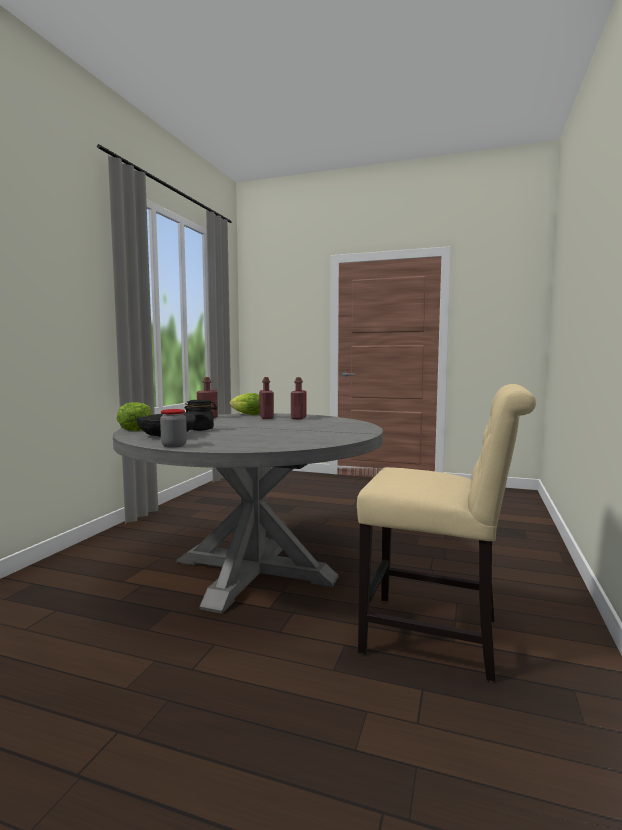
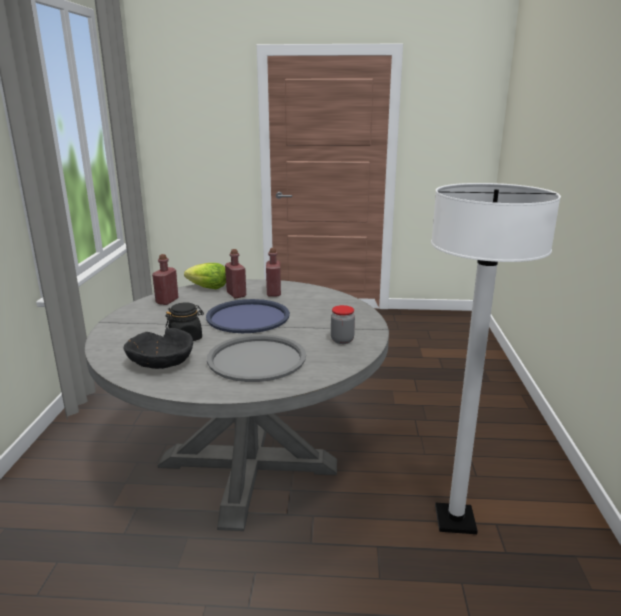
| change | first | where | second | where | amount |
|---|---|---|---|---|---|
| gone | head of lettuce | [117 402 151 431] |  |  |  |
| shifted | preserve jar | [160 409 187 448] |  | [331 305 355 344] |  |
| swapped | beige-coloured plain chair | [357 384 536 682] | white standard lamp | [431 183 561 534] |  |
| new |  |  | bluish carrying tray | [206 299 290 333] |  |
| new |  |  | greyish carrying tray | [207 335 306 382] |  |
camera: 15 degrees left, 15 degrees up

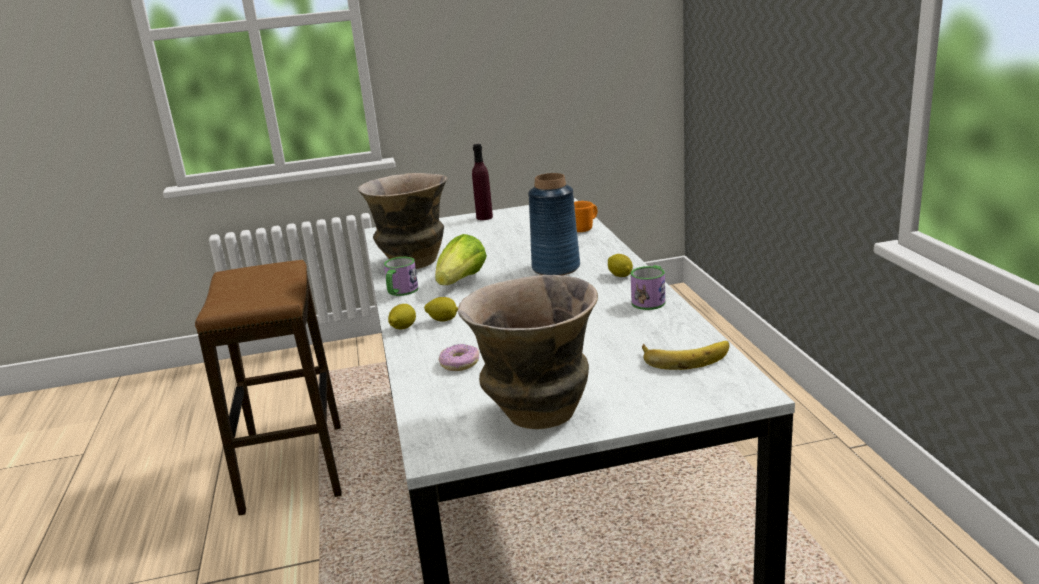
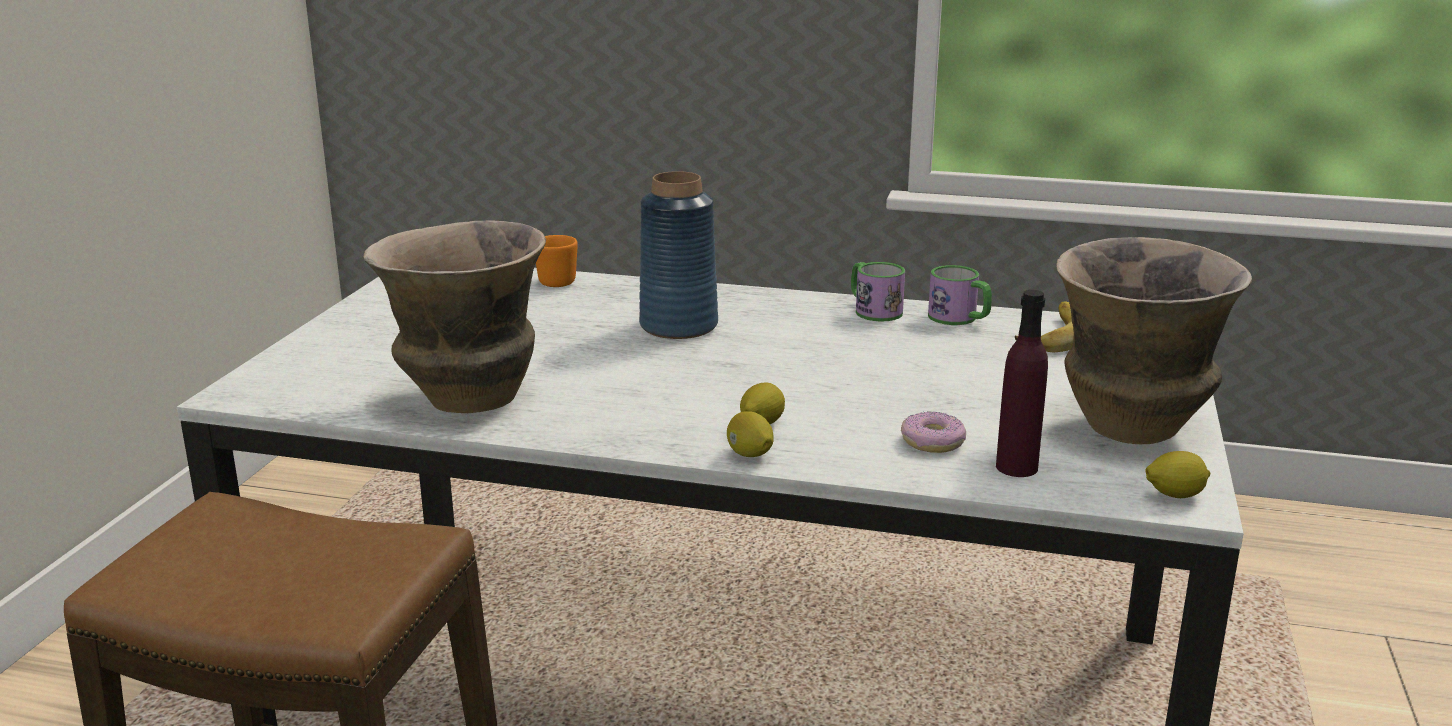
| change | first | where | second | where | amount |
|---|---|---|---|---|---|
| shifted | mug | [384 257 418 296] |  | [928 265 992 325] |  |
| gone | head of lettuce | [435 234 487 285] |  |  |  |
| shifted | purple bottle | [472 144 493 220] |  | [996 290 1048 477] |  |
| shifted | lemon | [608 254 633 277] |  | [1145 451 1210 498] |  |
camera: 65 degrees left, 0 degrees up

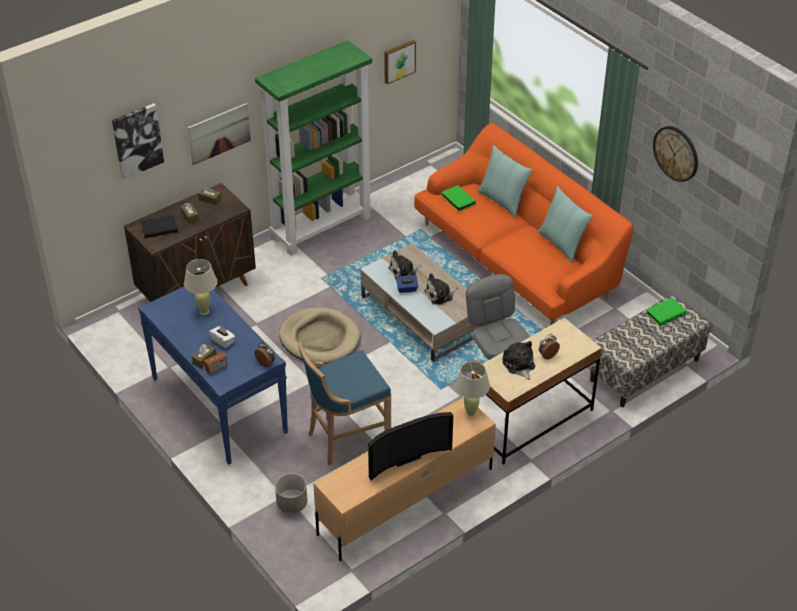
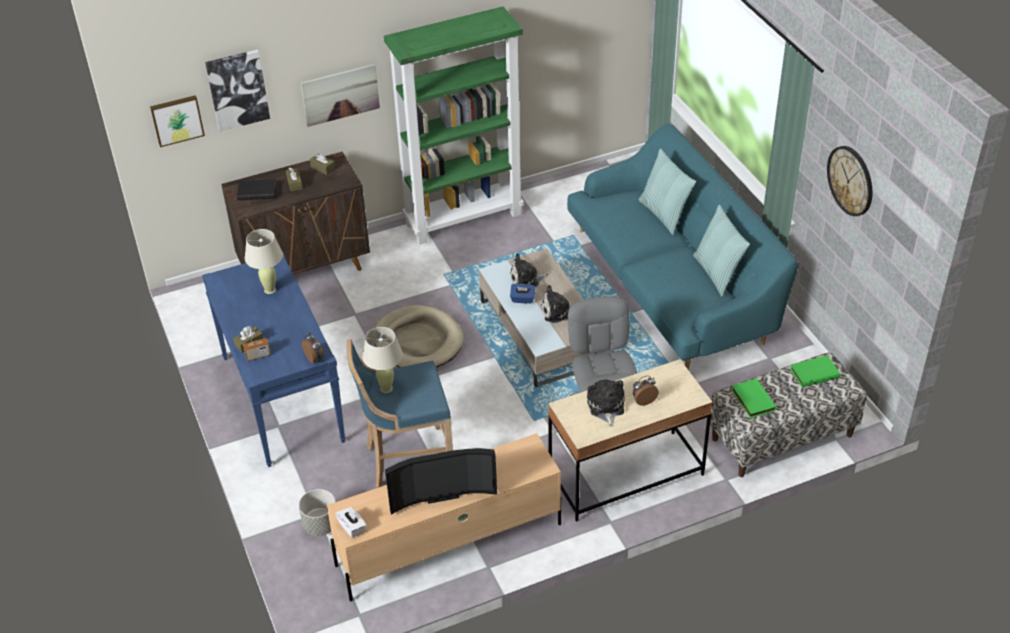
| change | first | where | second | where | amount |
|---|---|---|---|---|---|
| shifted | white tissue box | [209 325 235 348] |  | [336 507 366 538] |  |
| shifted | wall picture | [384 40 416 84] |  | [150 95 205 147] |  |
| repainted | orangey sofa | [414 123 634 326] | blue-green sofa | [567 124 798 370] |  |
| shifted | green bound book | [441 185 476 212] |  | [731 378 776 418] |  |
| shifted | beige-coloured lamp for a table | [455 361 490 418] |  | [362 327 403 394] |  |
camera: 15 degrees right, 0 degrees up

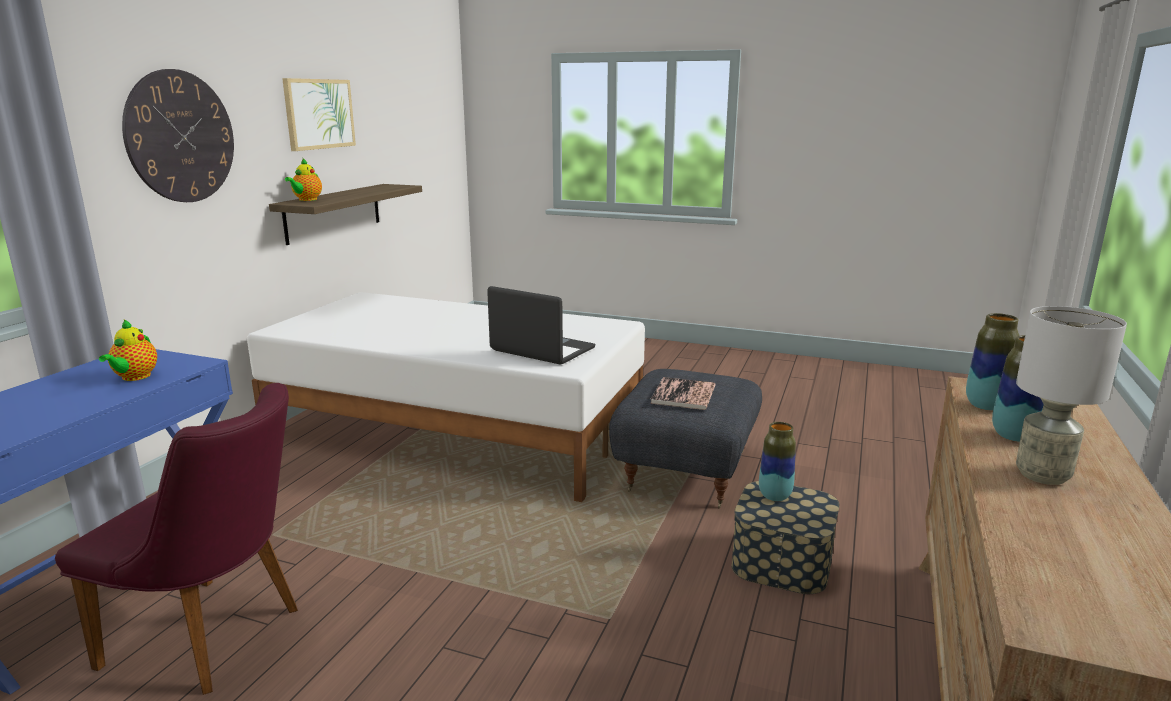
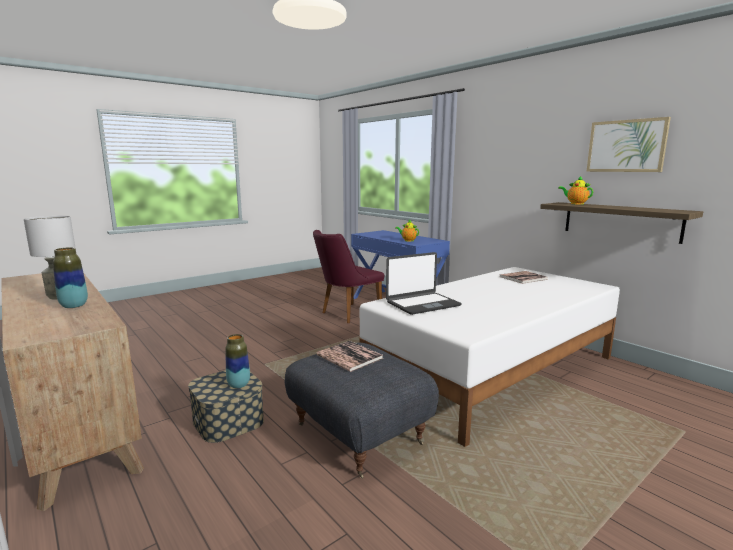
| change | first | where | second | where | amount |
|---|---|---|---|---|---|
| gone | hanging clock | [122 69 234 202] |  |  |  |
| gone | decorative vase | [966 313 1019 411] |  |  |  |
| new |  |  | bound book | [499 271 548 284] |  |
camera: 120 degrees right, 5 degrees down

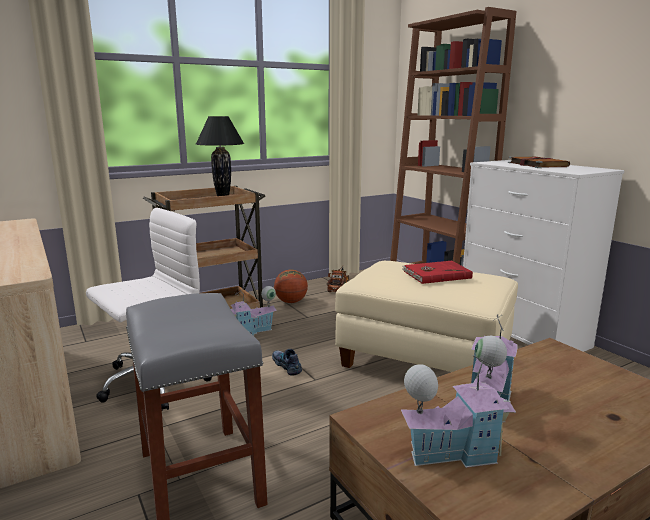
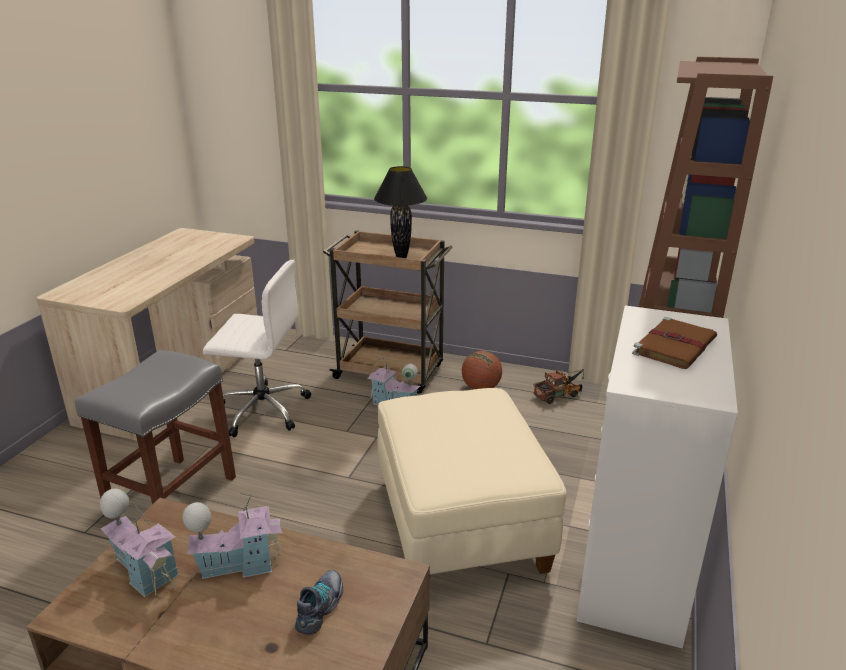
| change | first | where | second | where | amount |
|---|---|---|---|---|---|
| shifted | item of footwear | [272 349 302 376] |  | [295 570 343 635] |  |
| gone | reddish bound book | [402 261 473 284] |  |  |  |
camera: 50 degrees right, 10 degrees up

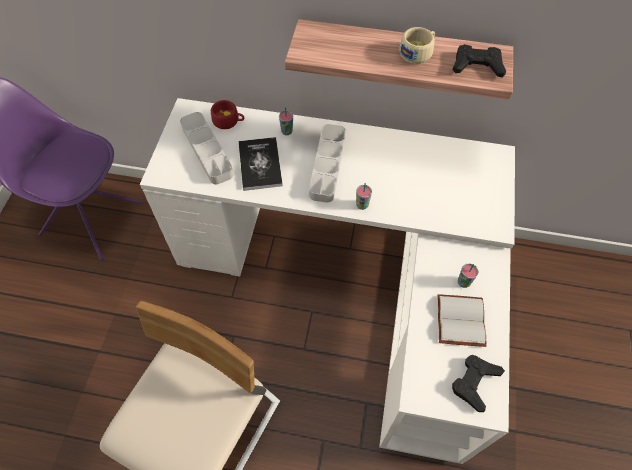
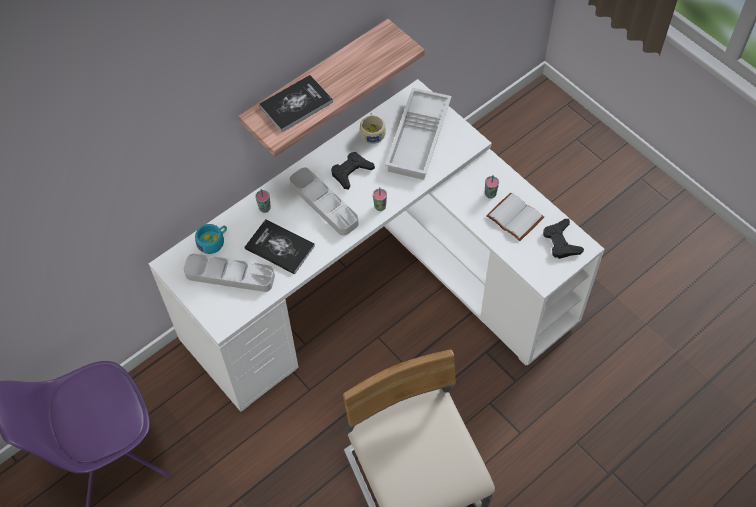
| change | first | where | second | where | amount |
|---|---|---|---|---|---|
| repainted | reddish drinking cup | [211 100 244 129] | blue-green drinking cup | [195 224 227 254] |  |
| shifted | beige-coloured drinking cup | [399 27 435 64] |  | [359 113 386 144] |  |
| shifted | black game controller | [453 44 506 78] |  | [331 152 375 189] |  |
| new |  |  | bound book | [259 75 333 132] |  |
| new |  |  | white carrying tray | [385 88 452 180] |  |
camera: 50 degrees left, 0 degrees up

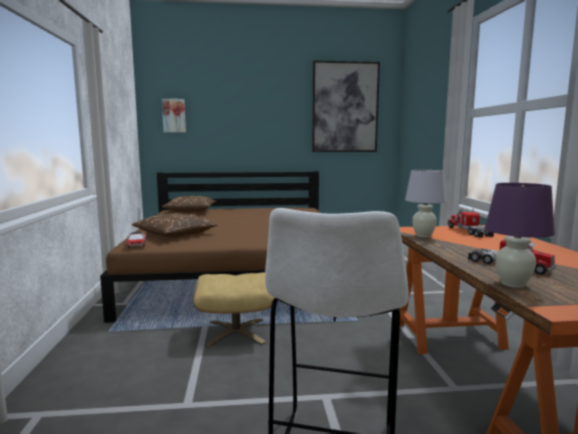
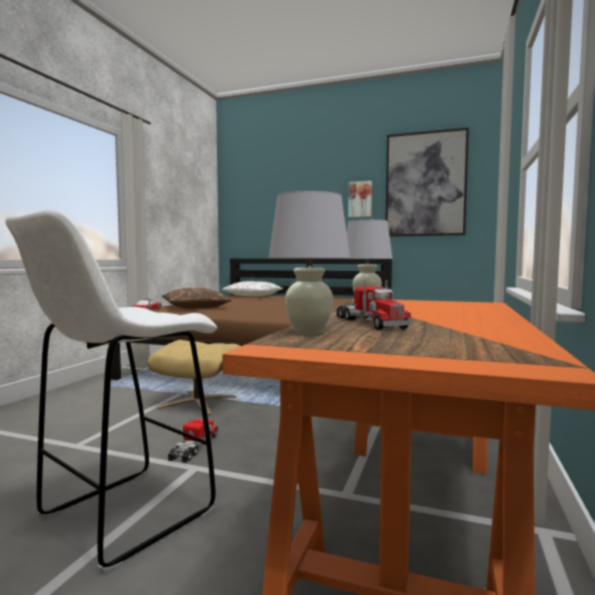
| change | first | where | second | where | amount |
|---|---|---|---|---|---|
| shifted | wall picture | [162 99 186 133] |  | [348 181 372 217] |  |
| repainted | brownish throw pillow | [162 196 216 212] | white throw pillow | [222 281 283 296] |  |
| shifted | toy lorry | [447 208 494 238] |  | [168 415 218 463] |  |
| repainted | purple lamp for a table | [485 183 555 288] | white lamp for a table | [269 191 350 335] |  |
camera: 25 degrees right, 5 degrees down

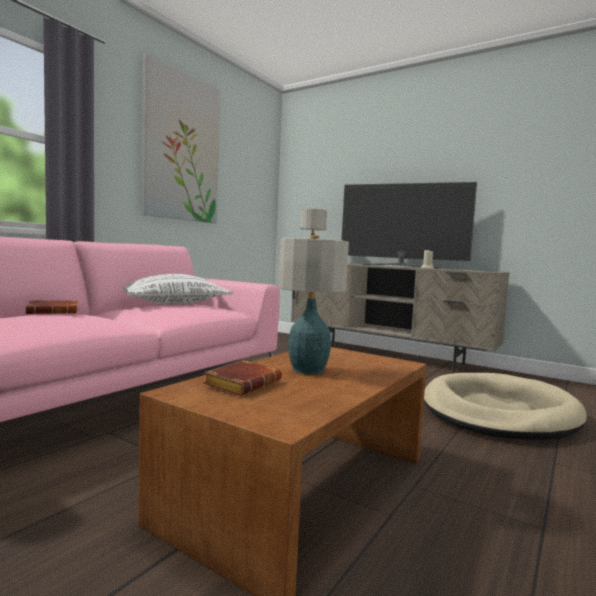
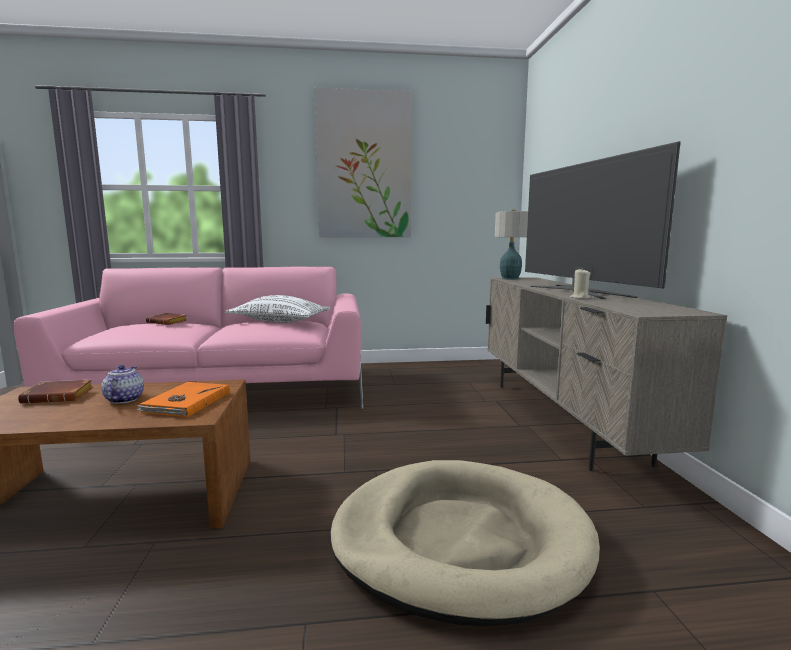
| change | first | where | second | where | amount |
|---|---|---|---|---|---|
| swapped | lamp for a table | [279 235 349 375] | tea pot | [101 365 144 404] |  |
| new |  |  | orangey bound book | [136 382 230 417] |  |
camera: 50 degrees right, 5 degrees up

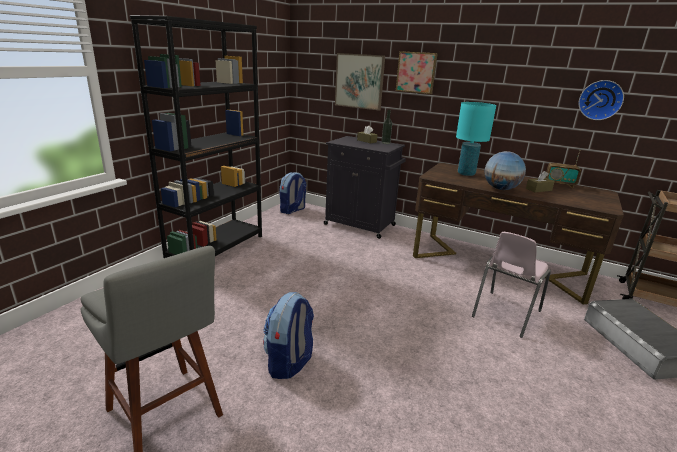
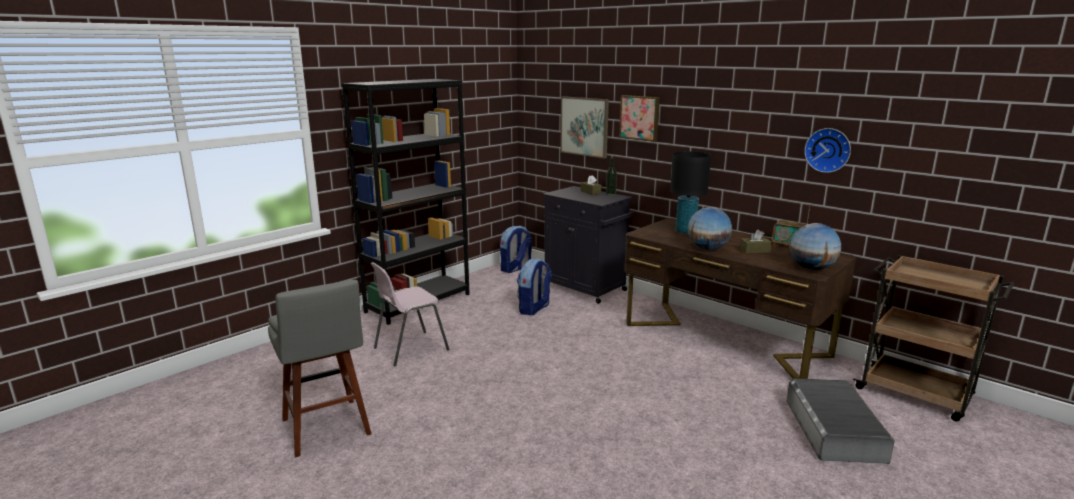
| change | first | where | second | where | amount |
|---|---|---|---|---|---|
| shifted | rucksack | [263 292 314 379] |  | [517 258 552 315] |  |
| repainted | blue-green lamp for a table | [456 102 496 176] | black lamp for a table | [670 151 711 234] |  |
| shifted | pinkish plain chair | [472 232 551 338] |  | [371 262 449 367] |  |
| new |  |  | world globe | [790 223 841 270] |  |
camera: 15 degrees right, 5 degrees down

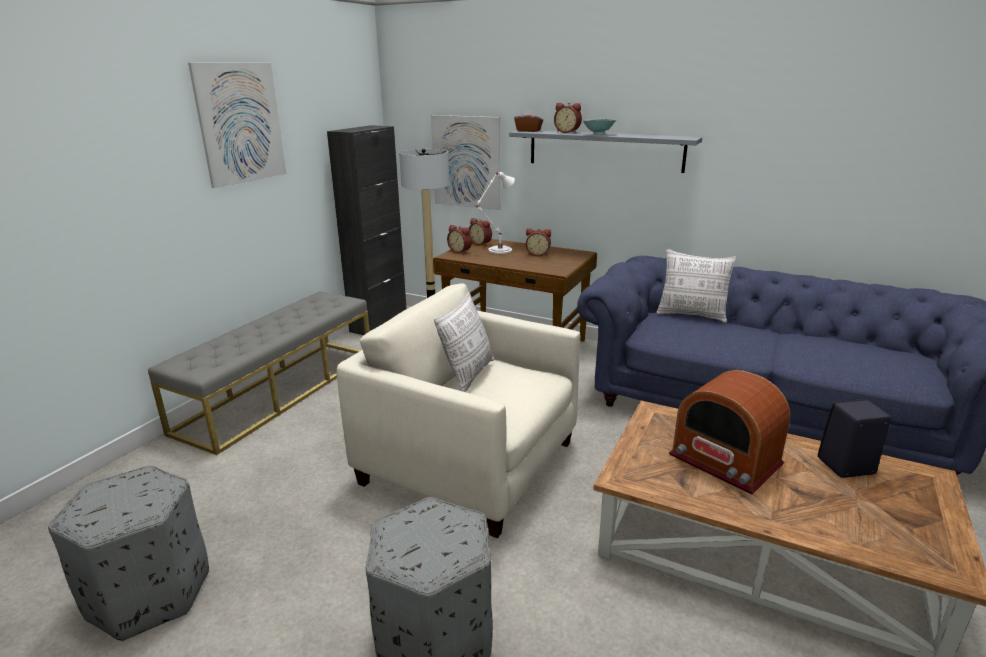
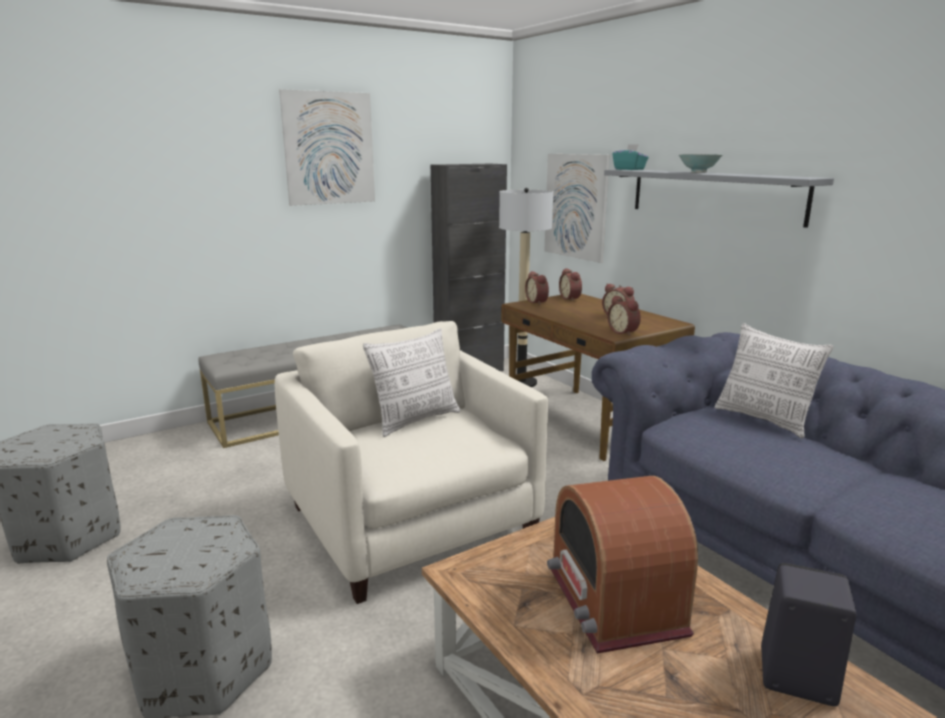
| change | first | where | second | where | amount |
|---|---|---|---|---|---|
| gone | white lamp for a table | [476 172 515 254] |  |  |  |
| repainted | brownish tissue box | [514 110 543 132] | blue-green tissue box | [613 144 649 170] |  |
| shifted | bedside clock | [554 103 582 133] |  | [607 296 641 336] |  |
camera: 30 degrees right, 5 degrees down

